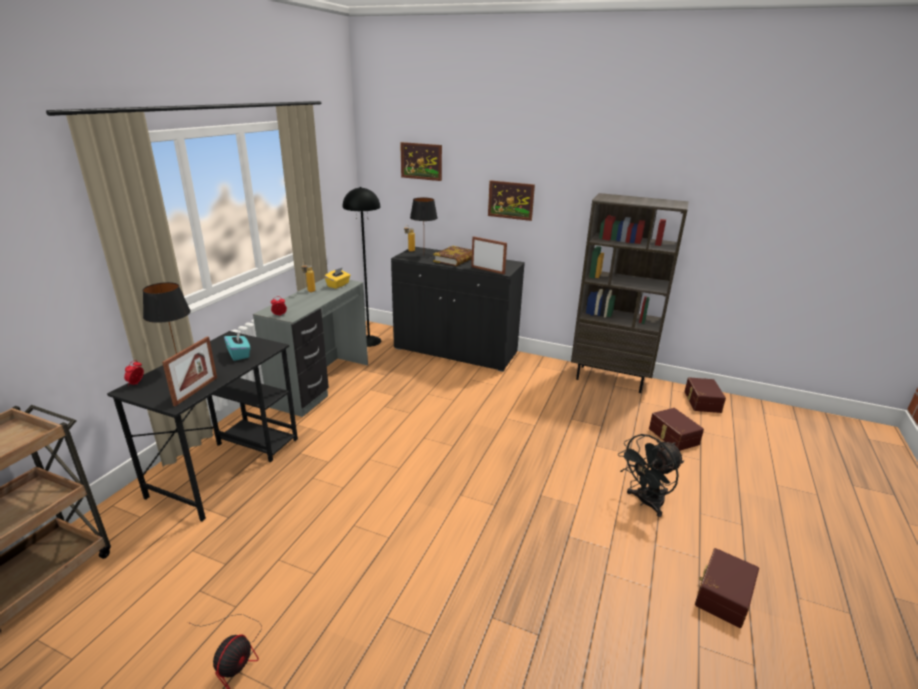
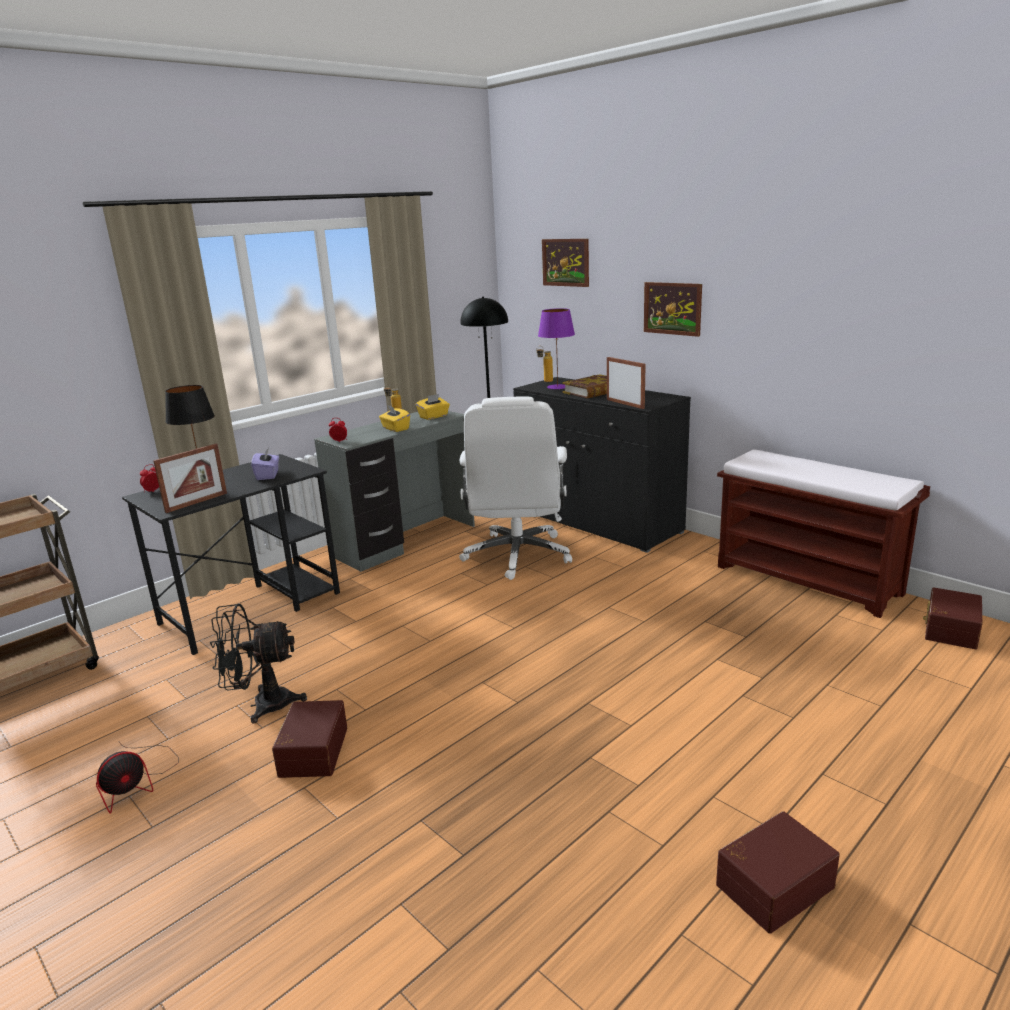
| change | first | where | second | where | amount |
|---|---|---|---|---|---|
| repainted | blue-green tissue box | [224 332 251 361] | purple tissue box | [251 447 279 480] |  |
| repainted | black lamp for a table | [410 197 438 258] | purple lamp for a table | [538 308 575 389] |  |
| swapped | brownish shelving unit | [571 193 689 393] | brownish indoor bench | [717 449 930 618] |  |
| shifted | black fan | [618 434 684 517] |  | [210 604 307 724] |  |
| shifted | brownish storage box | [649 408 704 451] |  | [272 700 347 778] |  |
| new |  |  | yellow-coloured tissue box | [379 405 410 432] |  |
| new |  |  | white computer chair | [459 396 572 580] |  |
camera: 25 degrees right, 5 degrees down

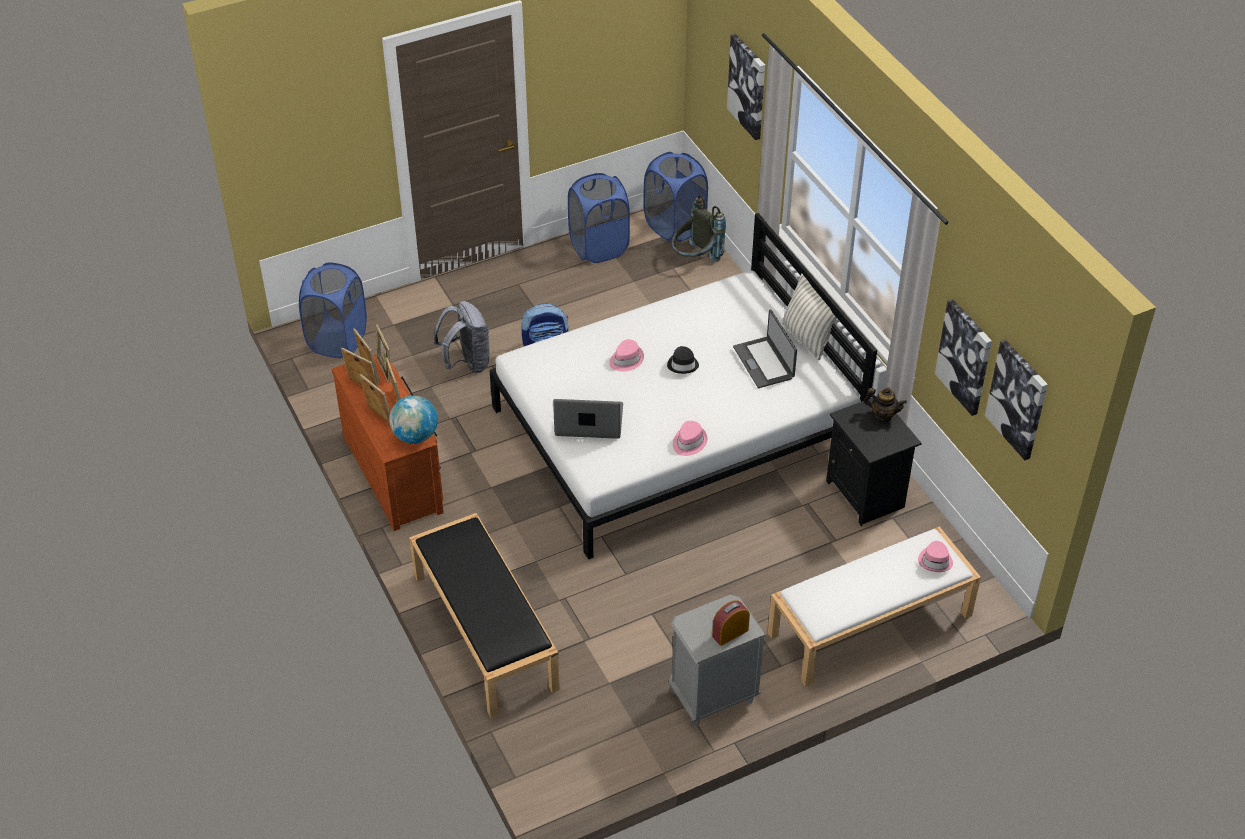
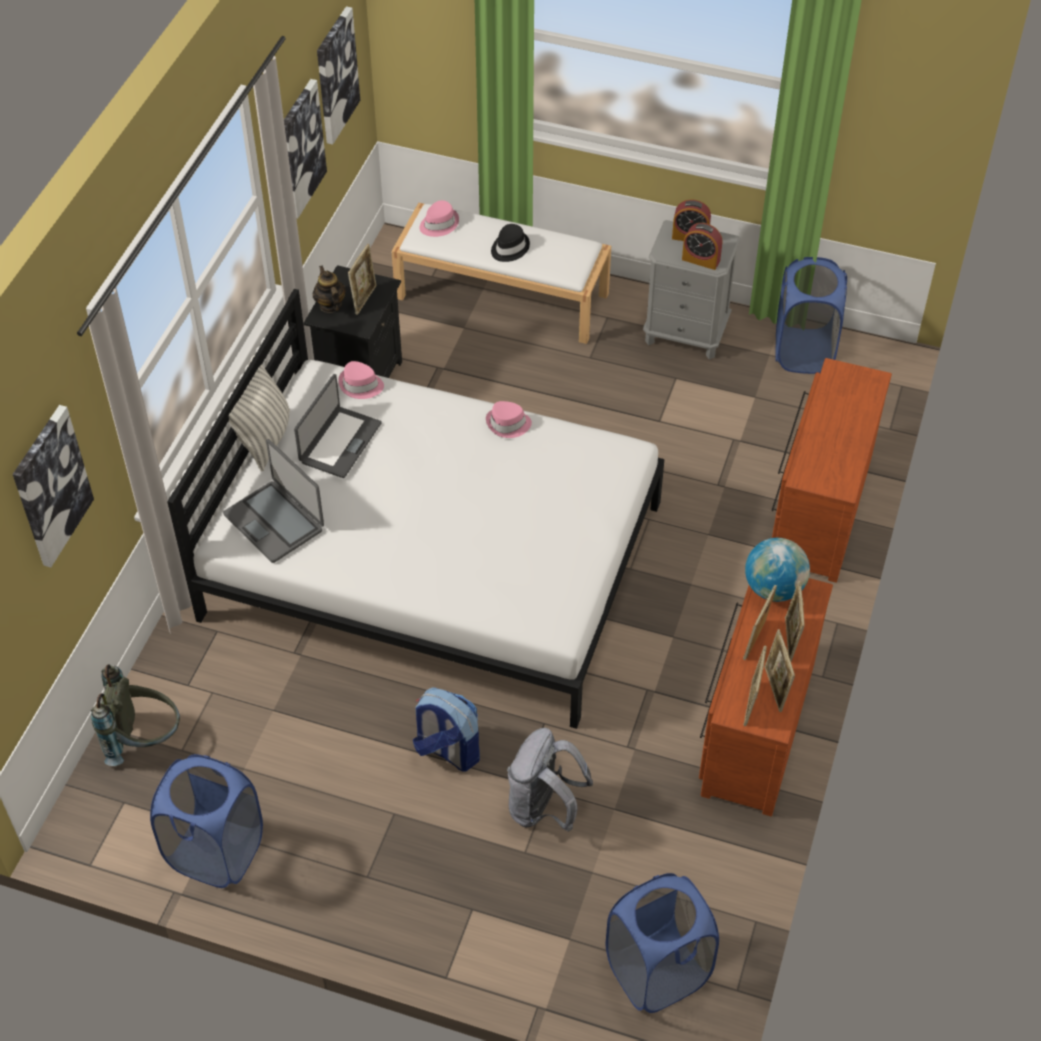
| change | first | where | second | where | amount |
|---|---|---|---|---|---|
| shifted | picture frame | [376 325 390 383] |  | [348 244 376 315] |  |
| swapped | black indoor bench | [409 513 560 718] | brownish chest of drawers | [772 358 892 583] |  |
| shifted | laptop | [553 399 623 439] |  | [223 439 324 563] |  |
| shifted | pinkish clothing hat | [609 339 644 372] |  | [338 361 384 399] |  |
| shifted | bluish washing basket | [643 152 708 242] |  | [776 257 847 374] |  |
| shifted | black clothing hat | [667 346 699 374] |  | [491 224 530 262] |  |
| new |  |  | bedside clock | [682 223 722 270] |  |
camera: 135 degrees left, 5 degrees up

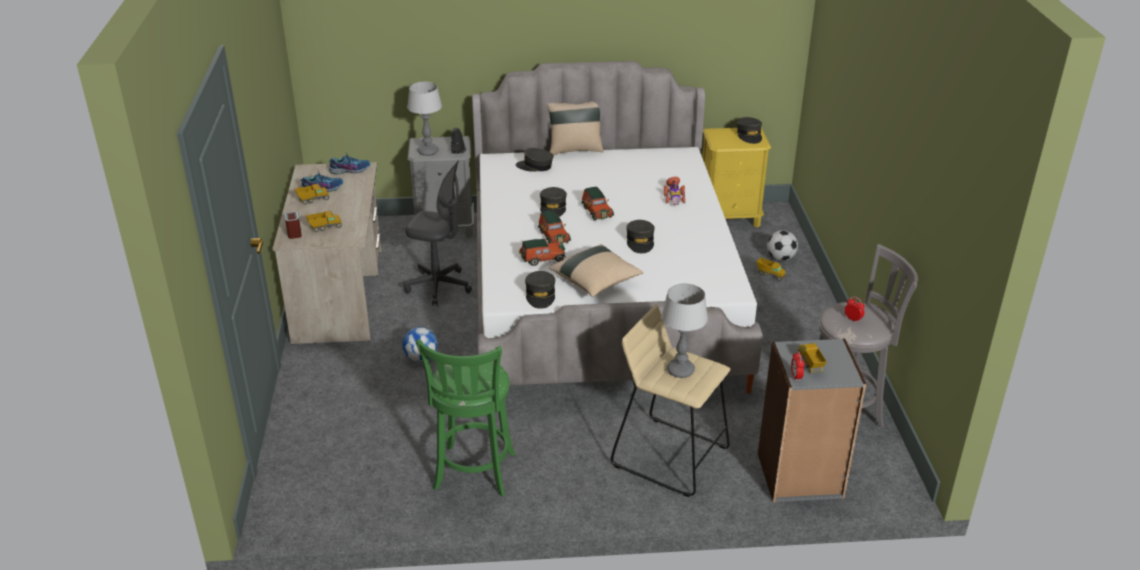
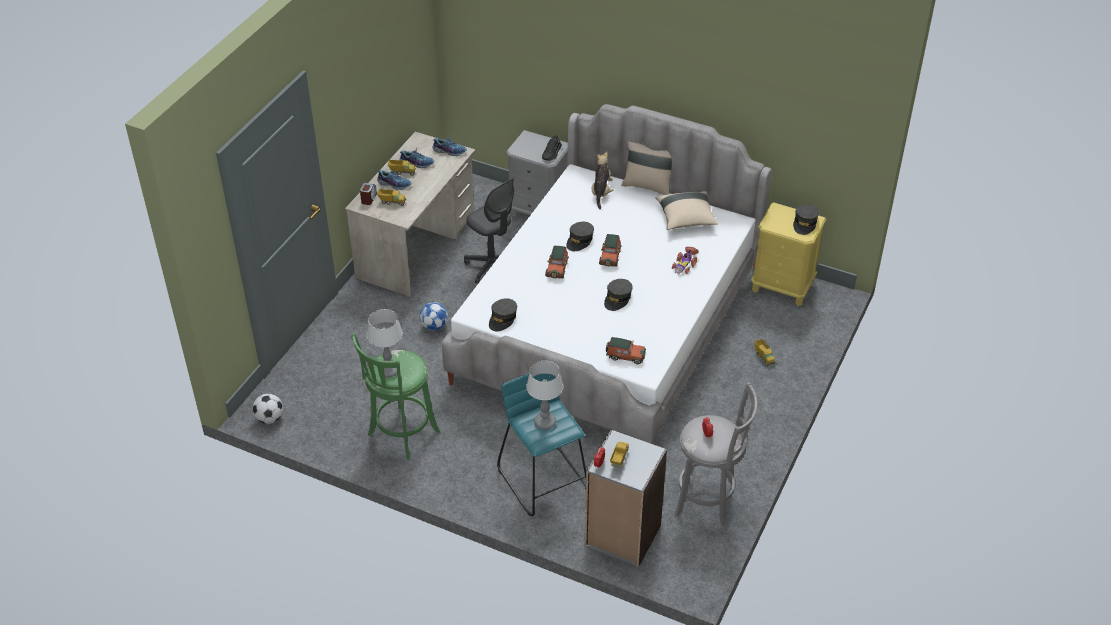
| change | first | where | second | where | amount |
|---|---|---|---|---|---|
| shifted | lamp for a table | [407 82 442 156] |  | [367 309 403 378] |  |
| swapped | greyish peaked cap | [516 148 554 172] | cuddly toy | [592 152 613 209] |  |
| shifted | miniature car | [519 239 566 266] |  | [606 337 646 364] |  |
| shifted | beige-coloured throw pillow | [549 244 643 297] |  | [655 191 718 230] |  |
| repainted | beige-coloured stool seat | [611 305 731 497] | blue-green stool seat | [497 373 586 516] |  |
| shifted | football ball | [767 230 798 261] |  | [252 394 283 424] |  |
| new |  |  | item of footwear | [377 168 412 190] |  |
camera: 30 degrees right, 10 degrees up

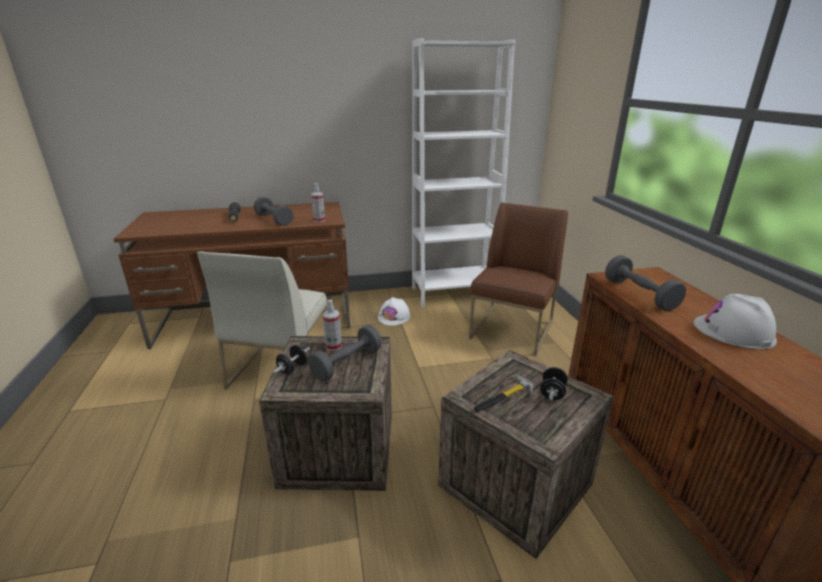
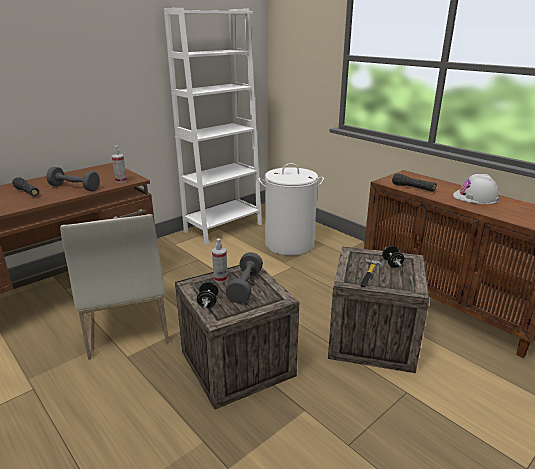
| change | first | where | second | where | amount |
|---|---|---|---|---|---|
| gone | white hard hat | [378 297 410 326] |  |  |  |
| swapped | brownish plain chair | [469 203 568 356] | white washing basket | [258 163 324 256] |  |
| swapped | greyish dumbbell | [605 255 686 311] | black flashlight | [392 173 436 192] |  |
camera: 30 degrees left, 0 degrees up

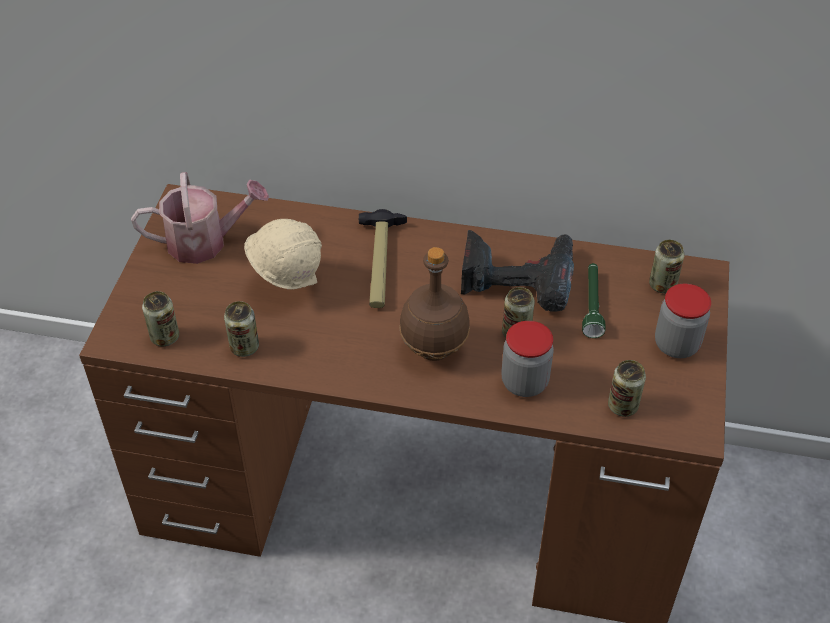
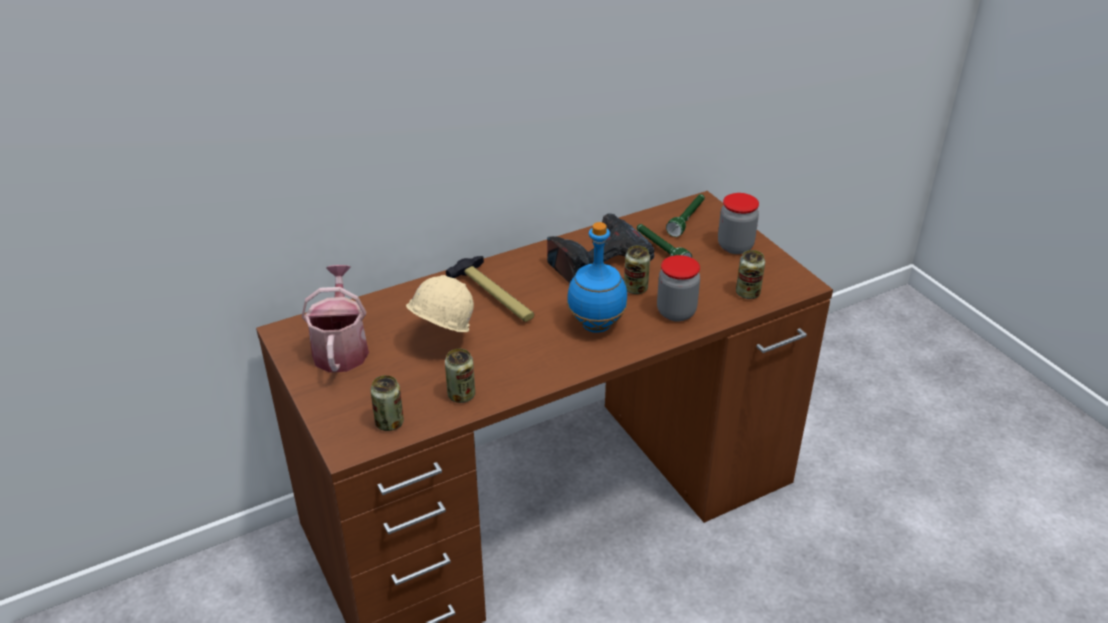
| change | first | where | second | where | amount |
|---|---|---|---|---|---|
| rotated | sprinkling can | [131 172 269 264] |  | [301 265 369 373] | 45 degrees counterclockwise |
| repainted | brownish bottle | [399 247 470 361] | bluish bottle | [567 222 628 333] |  |
| swapped | metal can | [649 240 685 293] | green flashlight | [666 194 705 237] |  |
camera: 40 degrees left, 10 degrees down

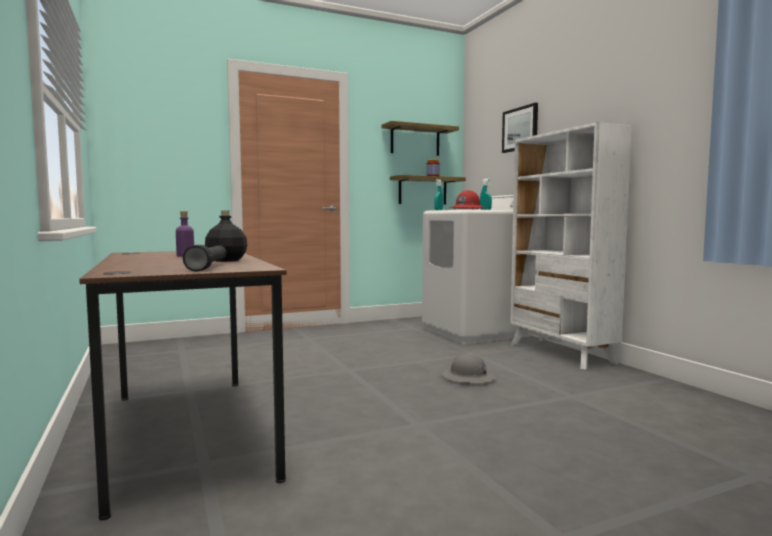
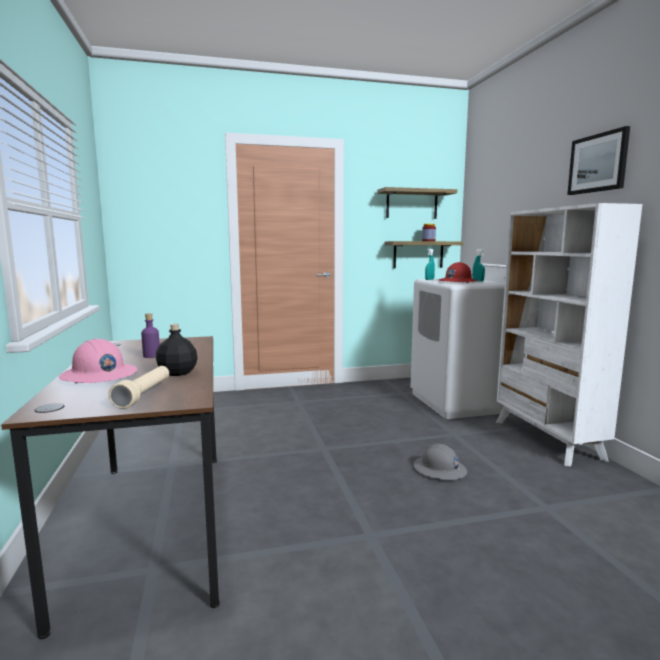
| change | first | where | second | where | amount |
|---|---|---|---|---|---|
| repainted | black flashlight | [183 244 226 272] | beige-coloured flashlight | [109 366 169 409] |  |
| shifted | wall picture | [502 103 538 153] |  | [567 126 630 195] |  |
| new |  |  | pinkish hard hat | [59 339 137 383] |  |
camera: 10 degrees right, 5 degrees up

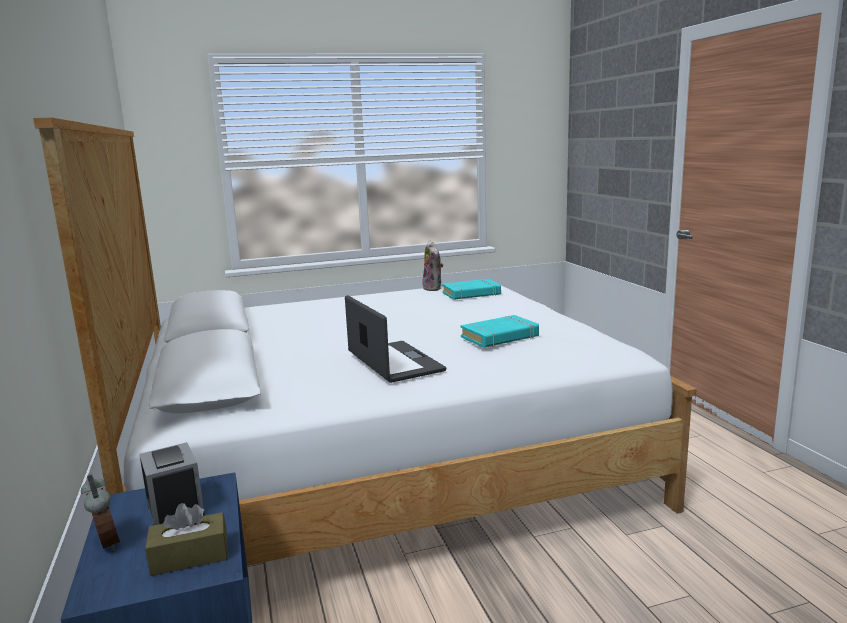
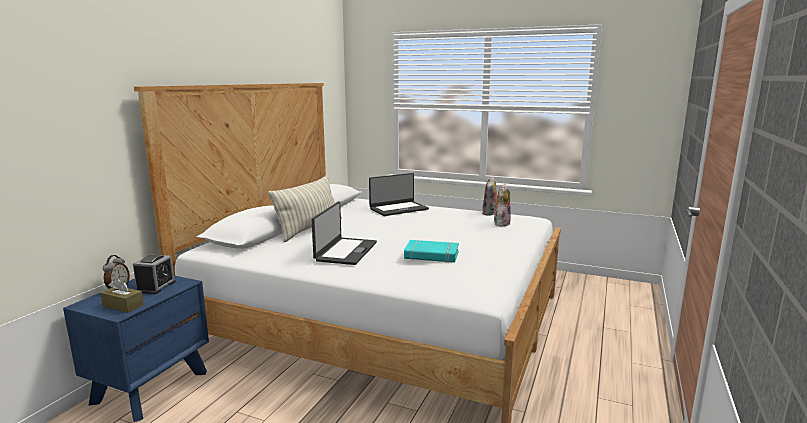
| change | first | where | second | where | amount |
|---|---|---|---|---|---|
| swapped | blue-green bound book | [442 279 501 300] | cuddly toy | [493 184 511 226] |  |
| new |  |  | throw pillow | [268 176 342 242] |  |
| new |  |  | laptop | [369 173 429 216] |  |
camera: 40 degrees right, 0 degrees up

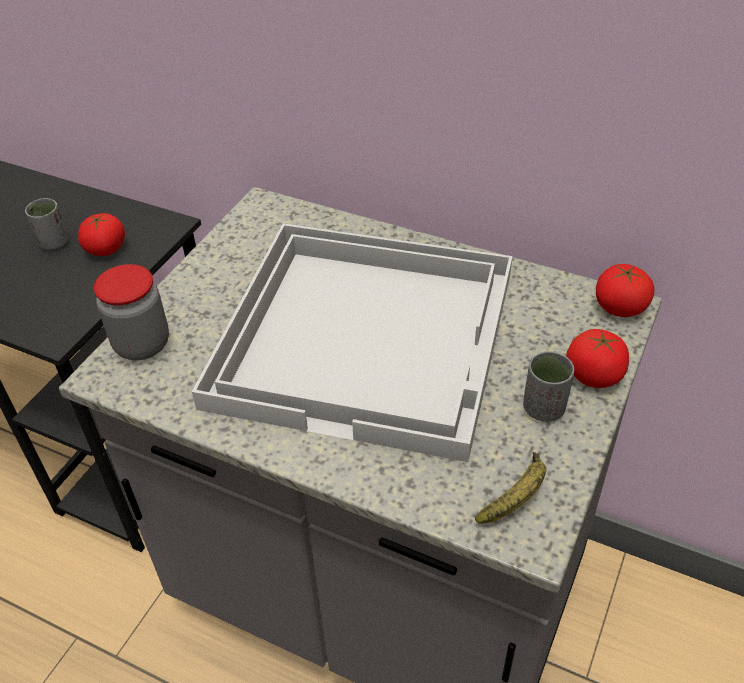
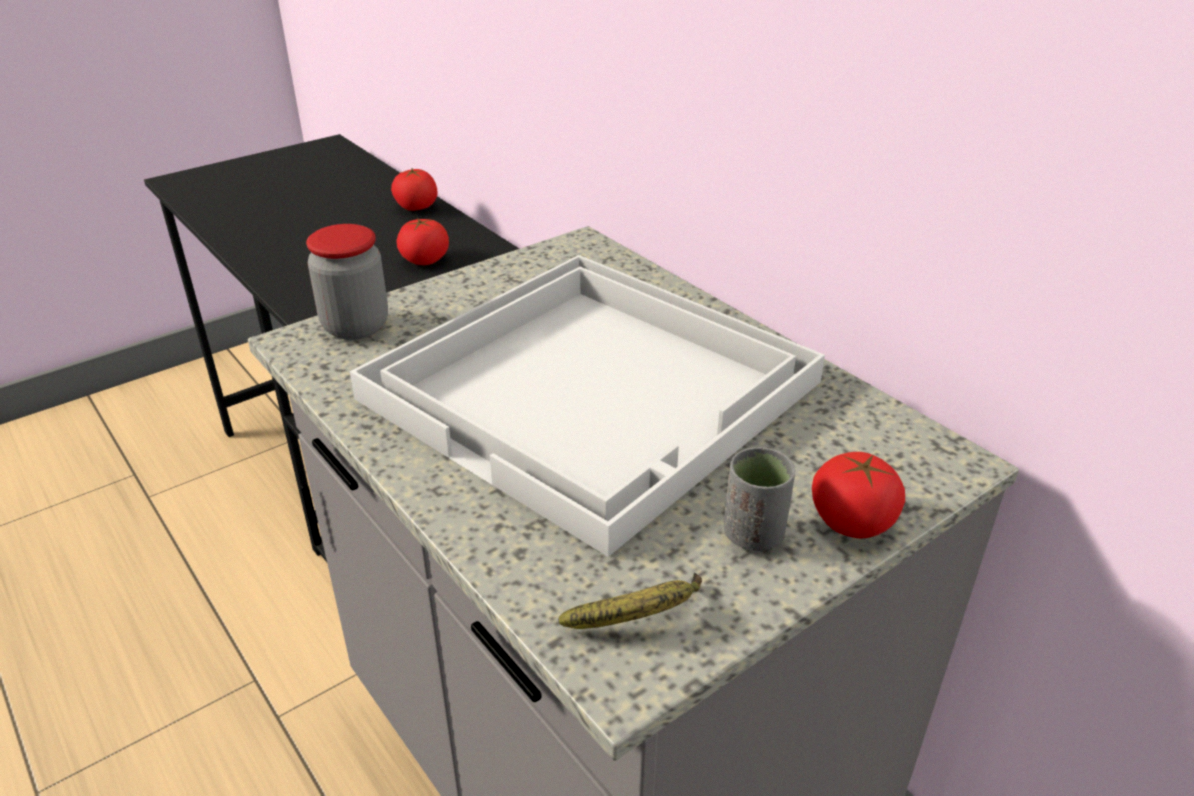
| change | first | where | second | where | amount |
|---|---|---|---|---|---|
| gone | greyish drinking cup | [25 198 69 250] |  |  |  |
| shifted | whole tomato | [596 264 654 317] |  | [391 168 438 211] |  |
camera: 25 degrees right, 10 degrees down

